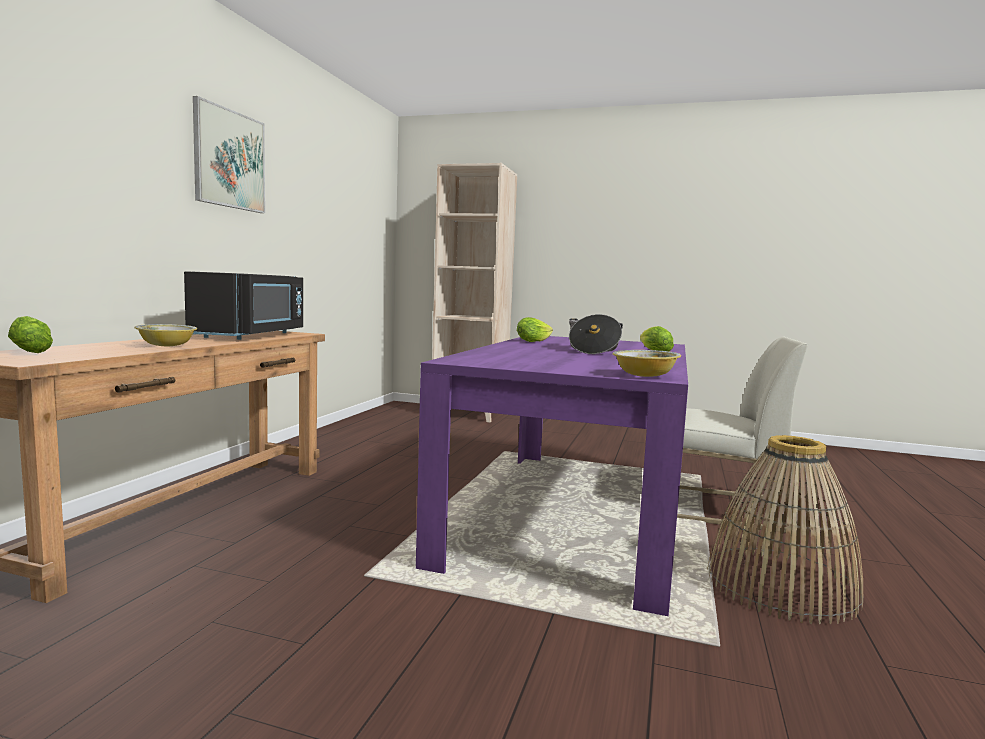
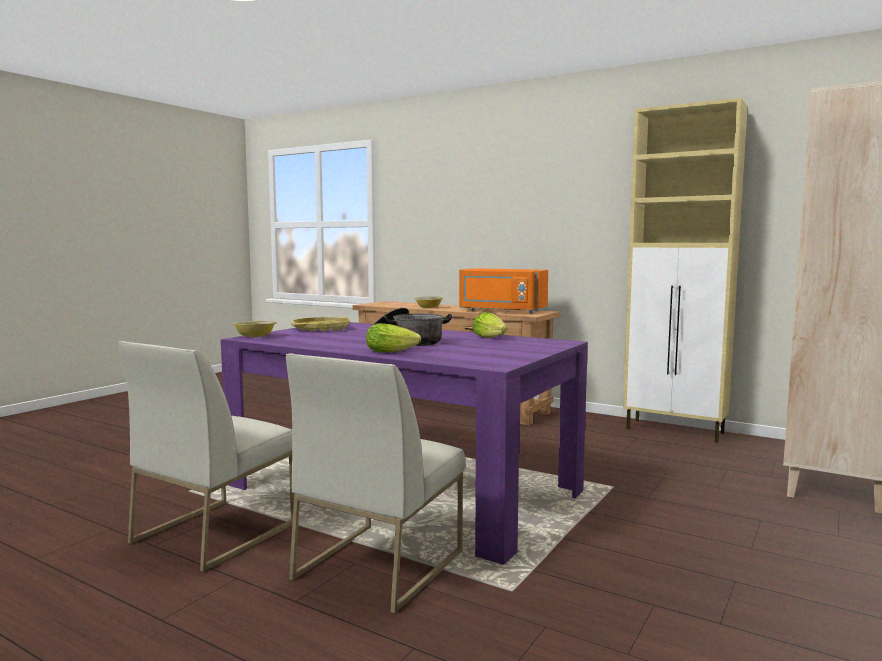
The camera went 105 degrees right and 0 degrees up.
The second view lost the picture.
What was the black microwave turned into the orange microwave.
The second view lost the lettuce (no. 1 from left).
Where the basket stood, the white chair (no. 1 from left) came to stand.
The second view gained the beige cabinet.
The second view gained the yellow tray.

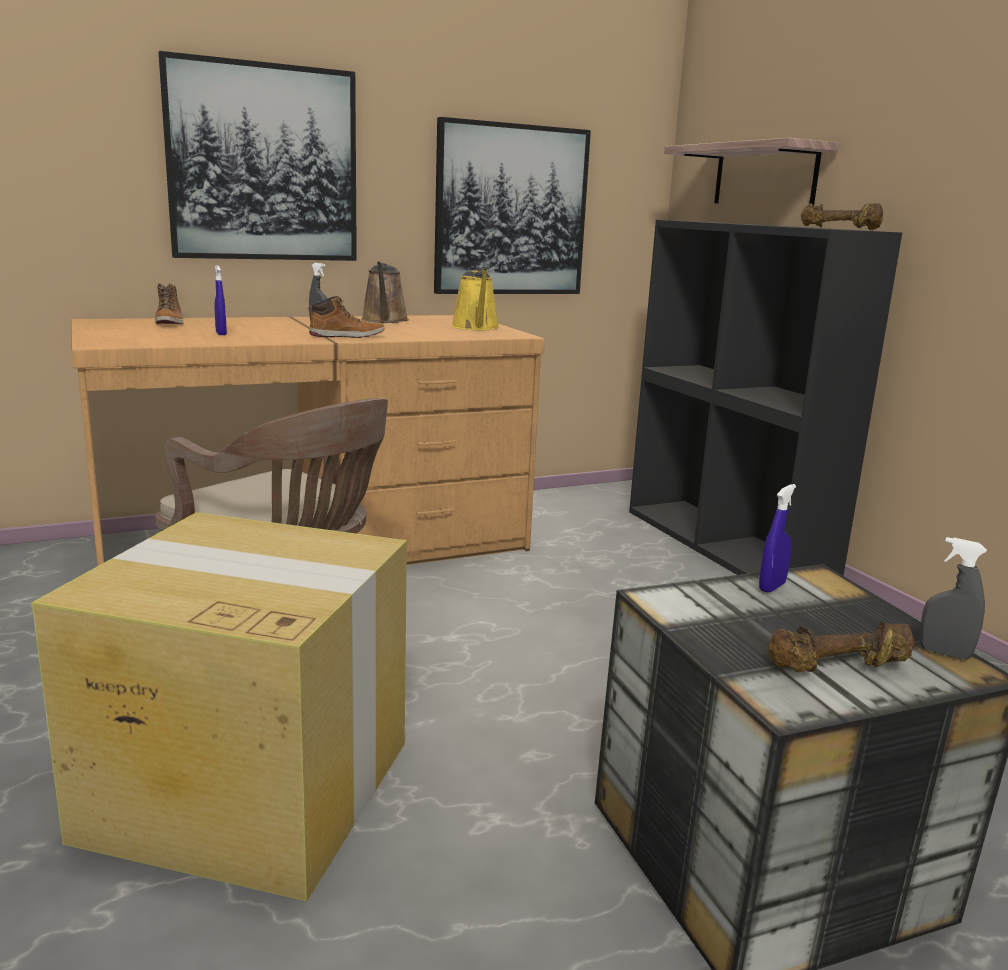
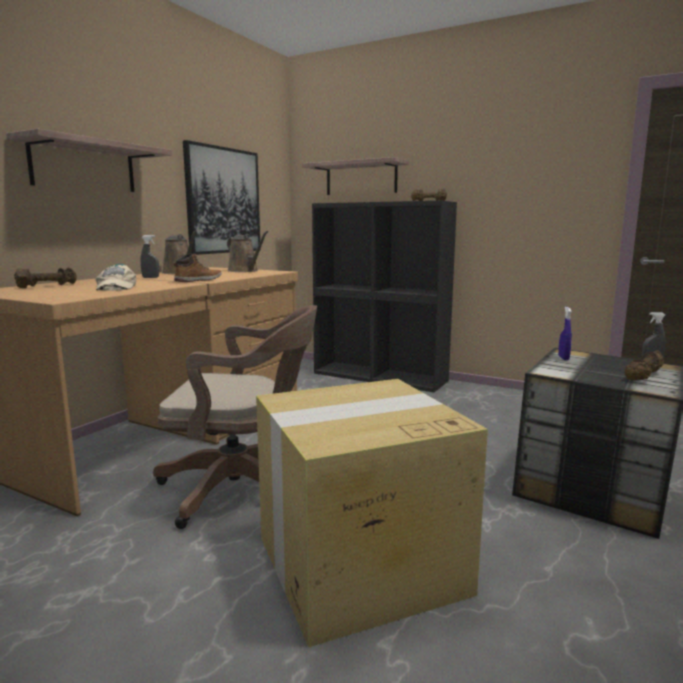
The camera went 35 degrees left and 5 degrees down.
Where the picture (no. 1 from left) hung, the shelf (no. 1 from left) came to hang.
Where the blue spray bottle (no. 1 from left) stood, the beige cap came to stand.
What was the yellow watering can turned into the brown watering can (no. 2 from left).
Where the boot (no. 1 from left) stood, the brown dumbbell (no. 1 from left) came to stand.

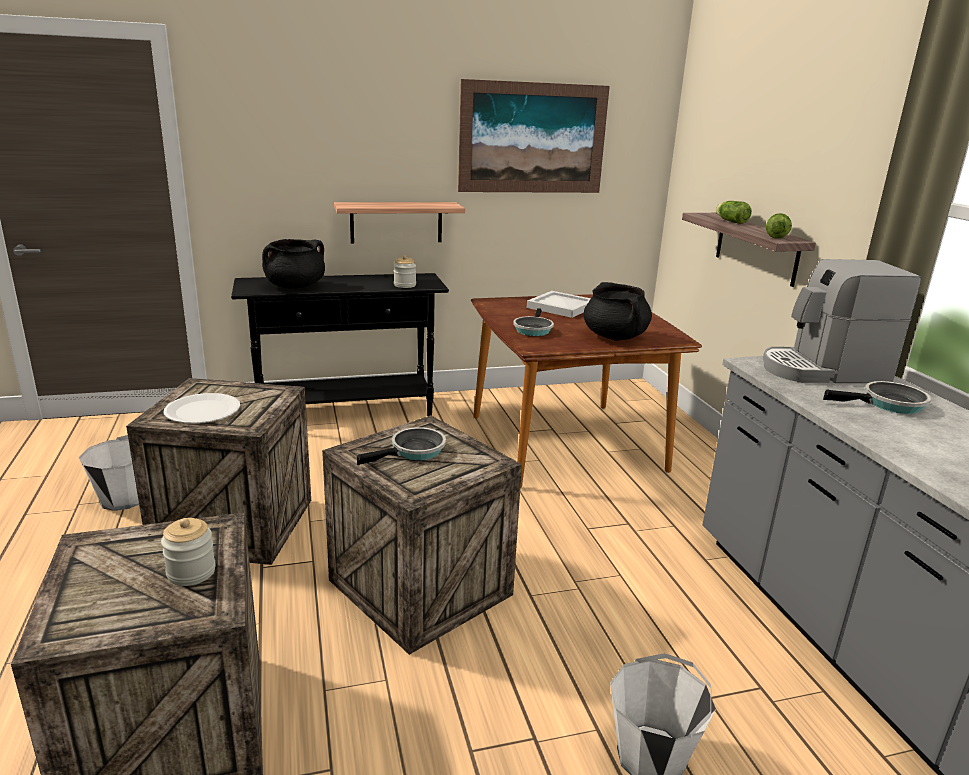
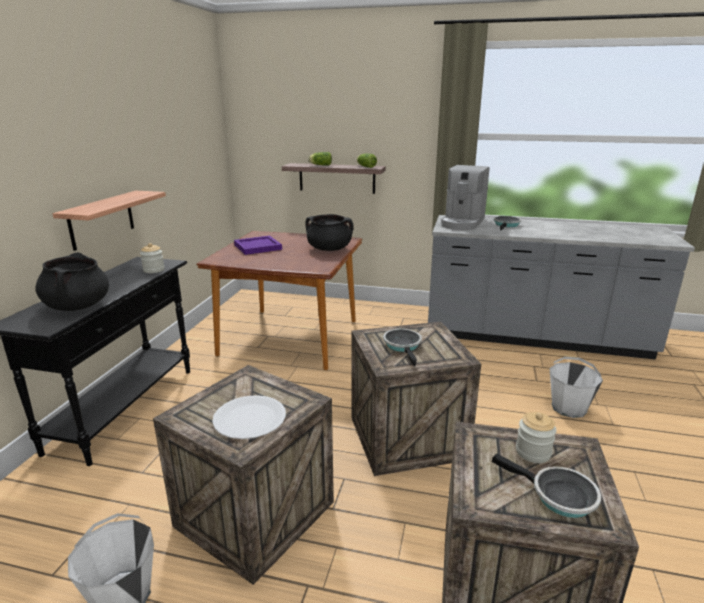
The camera went 60 degrees left and 0 degrees up.
The second view lost the picture.
What was the white tray turned into the purple tray.
The frying pan (no. 2 from left in the first image) ended up elsewhere.

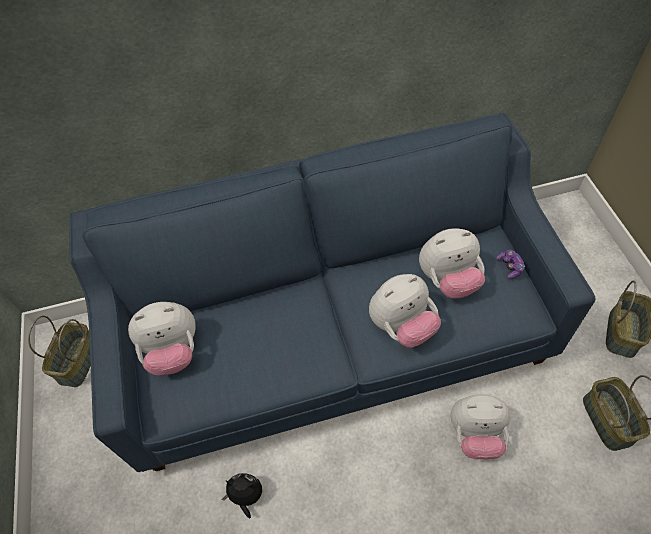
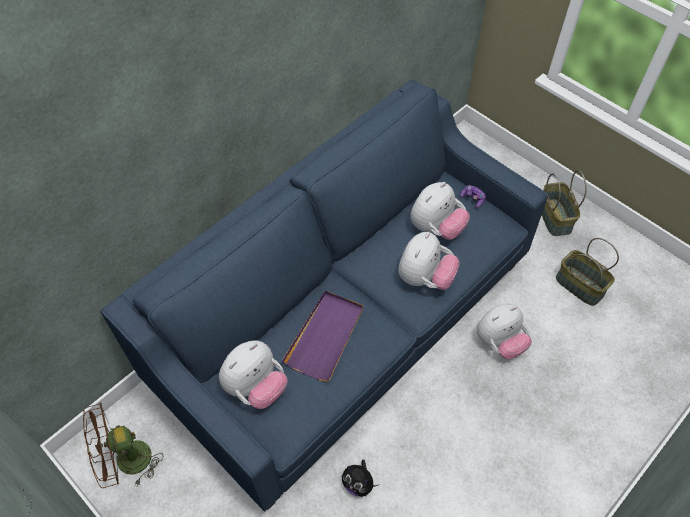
The camera went 35 degrees left and 0 degrees up.
Where the basket (no. 1 from left) stood, the brown fan came to stand.
The plush toy (no. 2 from left) ended up facing another way, 120 degrees counterclockwise from before.
The second view gained the purple tray.

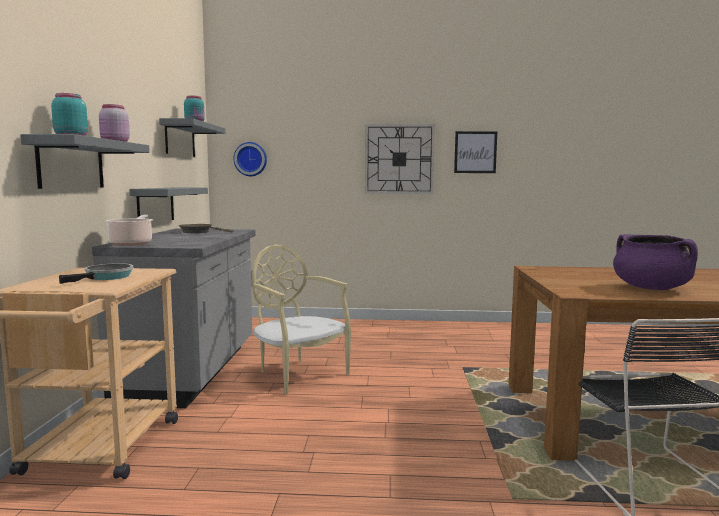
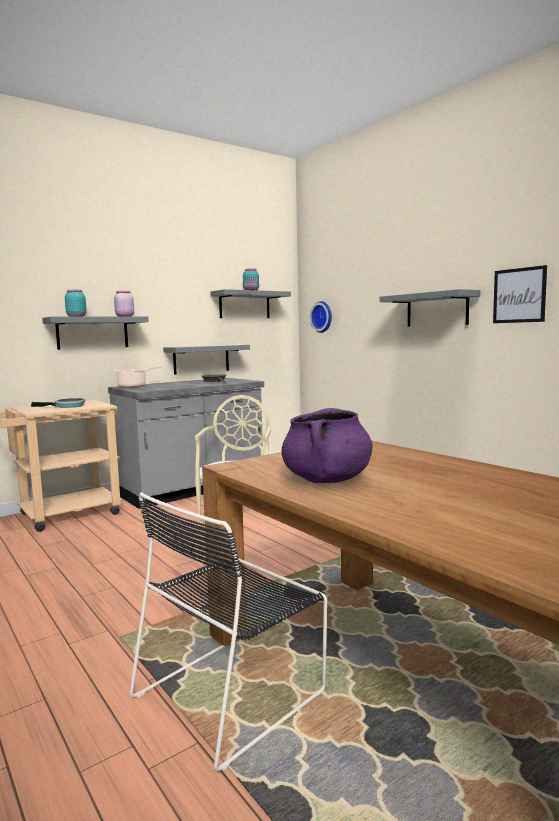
The camera went 50 degrees right and 0 degrees up.
Where the wall clock (no. 2 from left) hung, the grey shelf (no. 4 from left) came to hang.

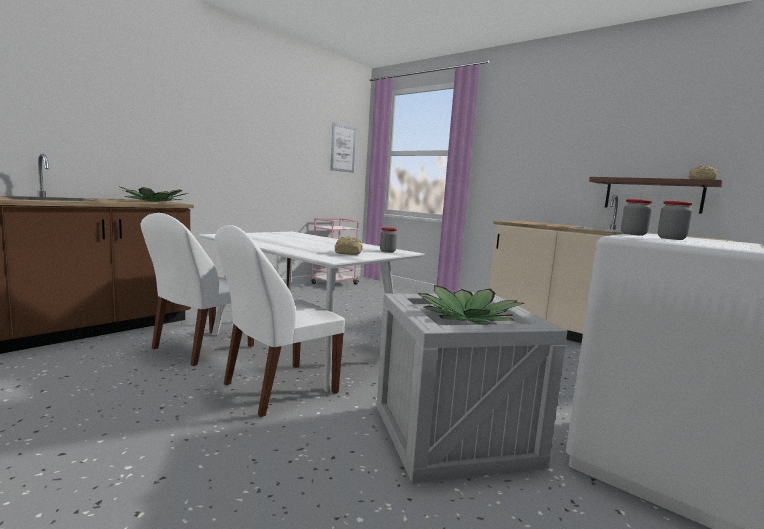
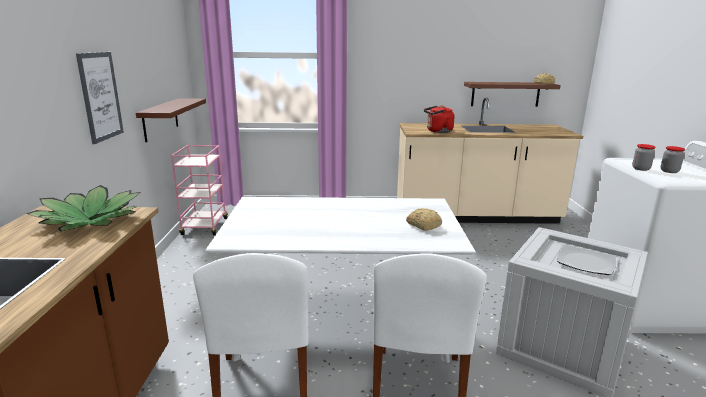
The camera went 40 degrees left and 10 degrees up.
The picture ended up elsewhere.
The second view lost the jar (no. 1 from left).
Where the potted plant (no. 2 from left) stood, the plate came to stand.
The second view gained the brown shelf (no. 1 from left).
The second view gained the red kettle.

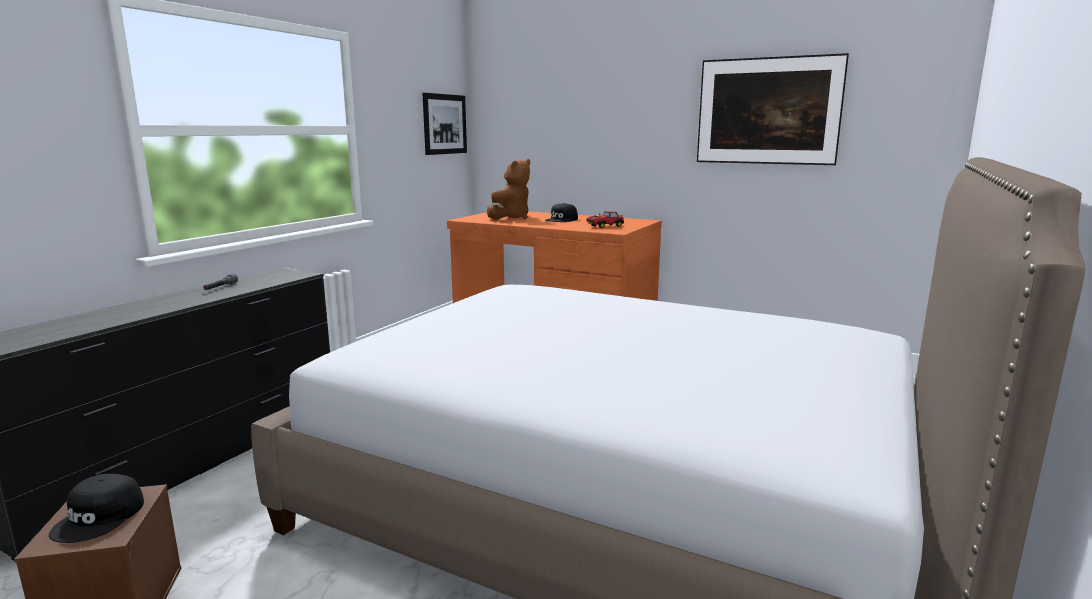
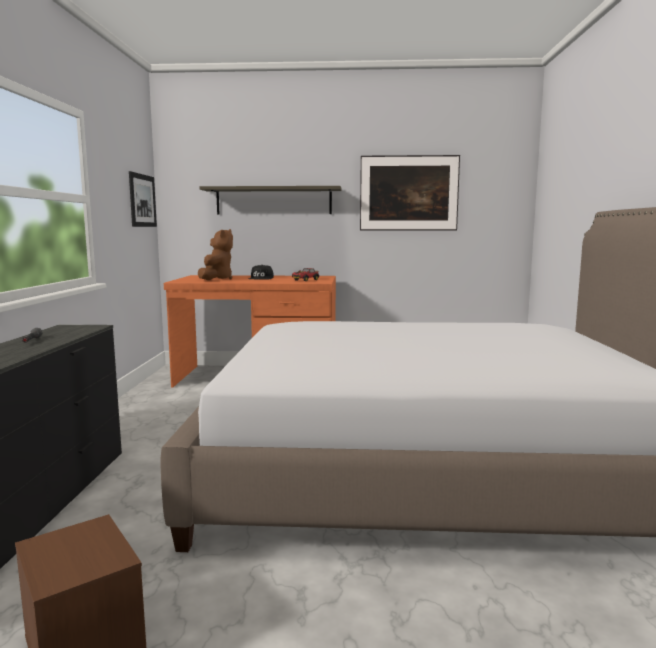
The camera went 25 degrees left and 5 degrees down.
The second view lost the black cap (no. 1 from left).
The second view gained the shelf.

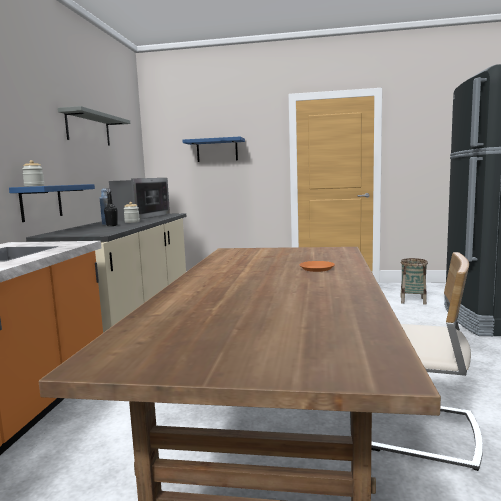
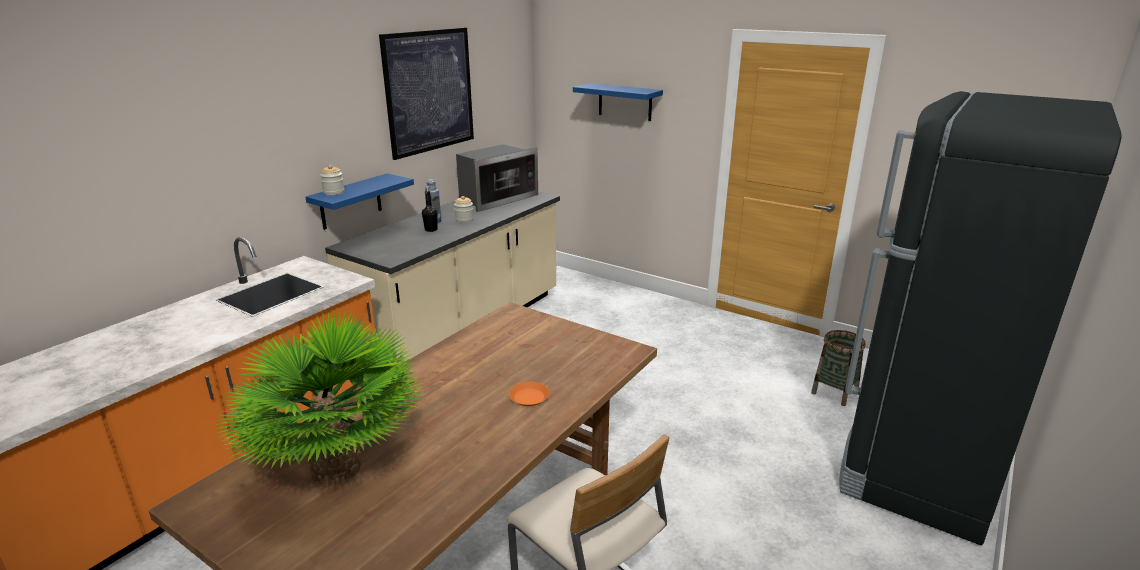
The camera went 25 degrees right and 15 degrees up.
Where the grey shelf hung, the picture came to hang.
The second view gained the potted plant.

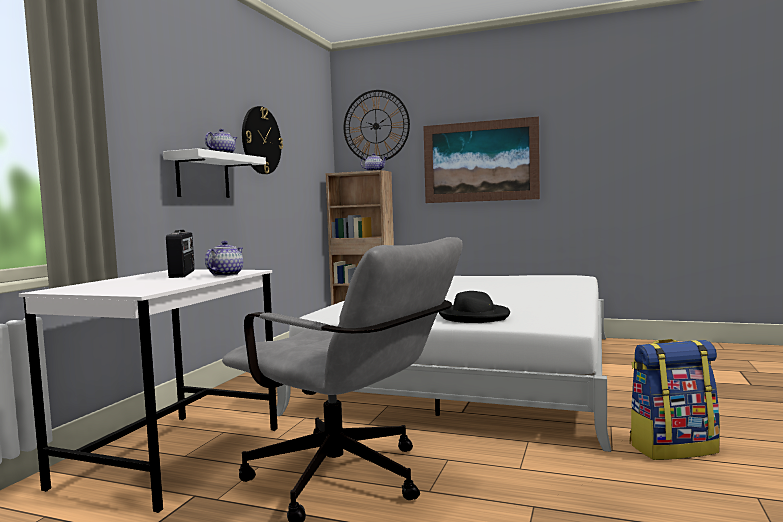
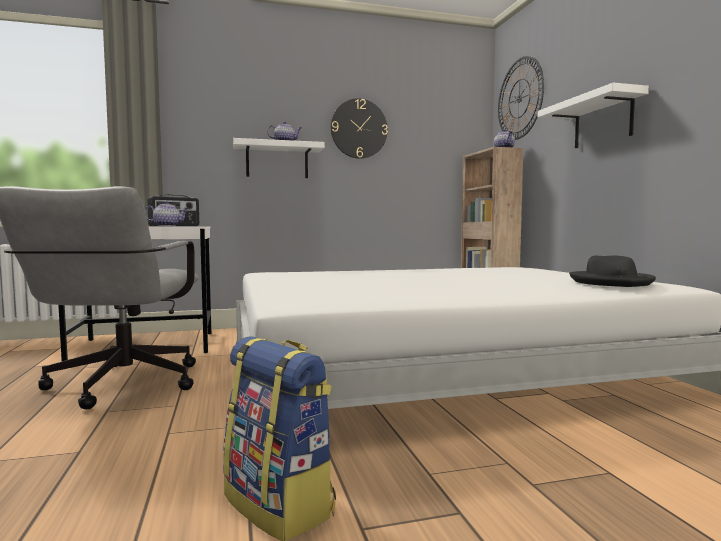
The camera went 55 degrees right and 0 degrees up.
Where the picture hung, the white shelf (no. 2 from left) came to hang.
The black hat ended up elsewhere.

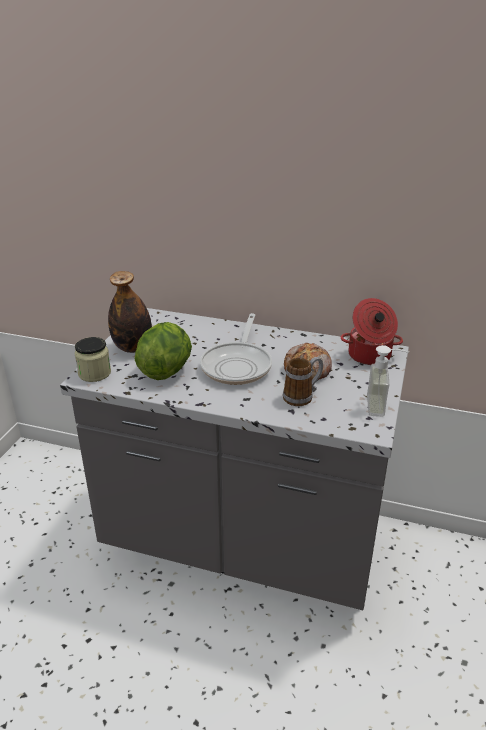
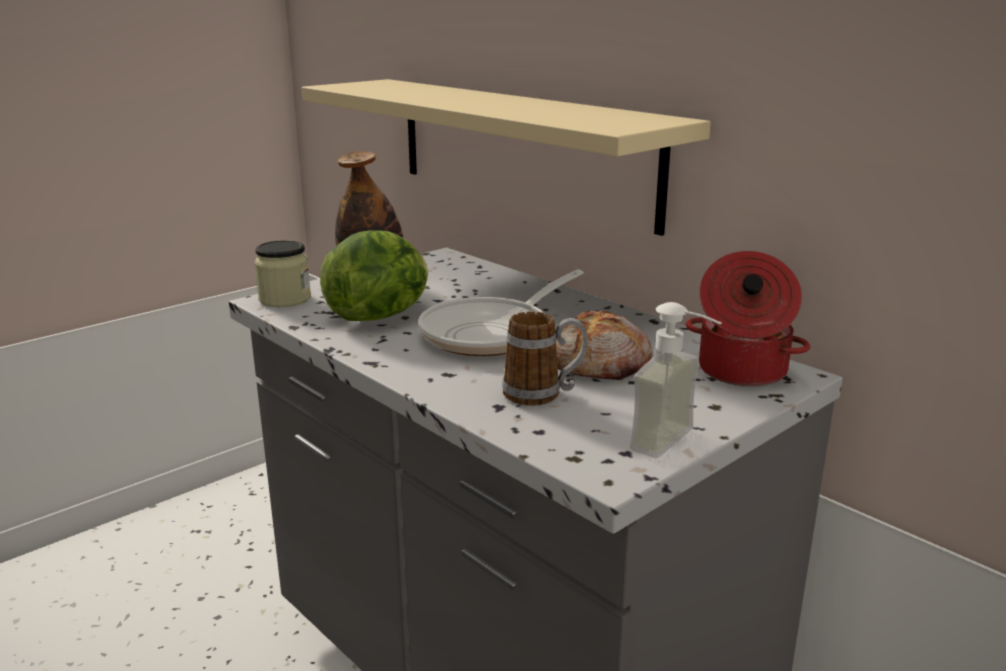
The camera went 30 degrees right and 10 degrees down.
The second view gained the beige shelf.

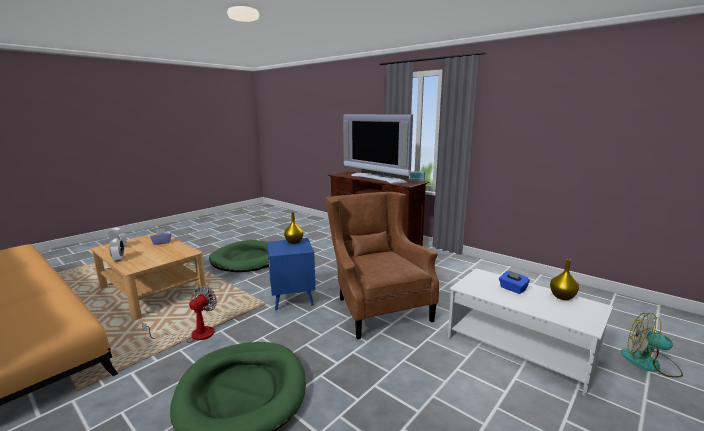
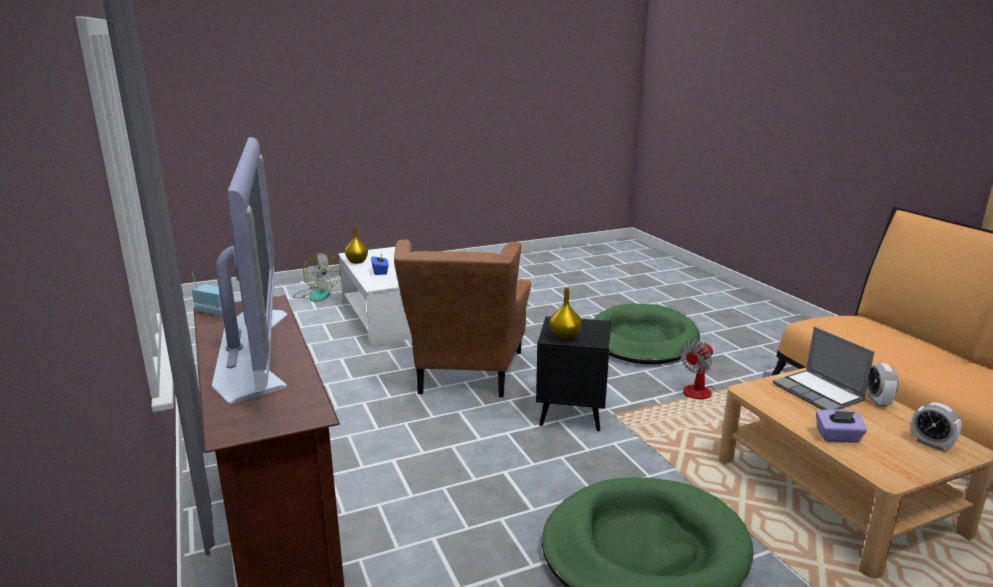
The camera went 155 degrees left and 5 degrees up.
What was the blue side table turned into the black side table.
The second view gained the laptop.

